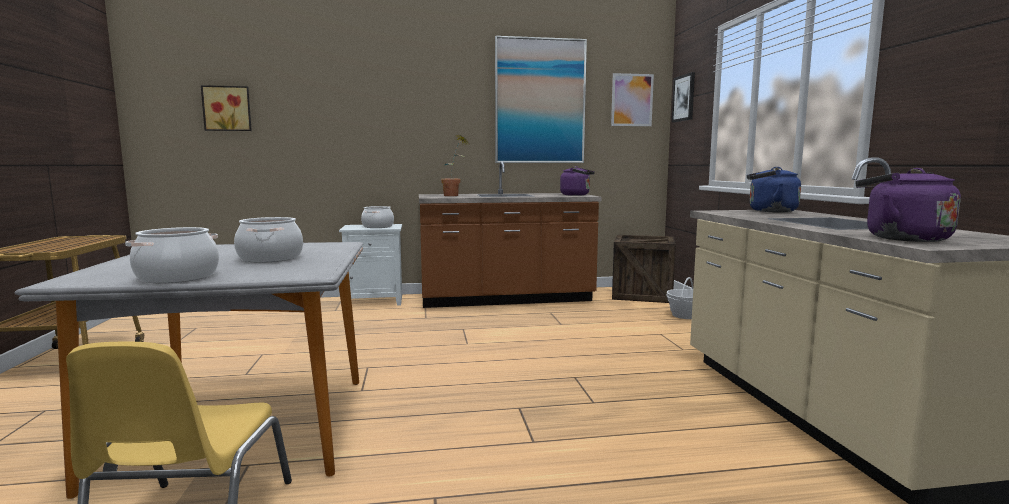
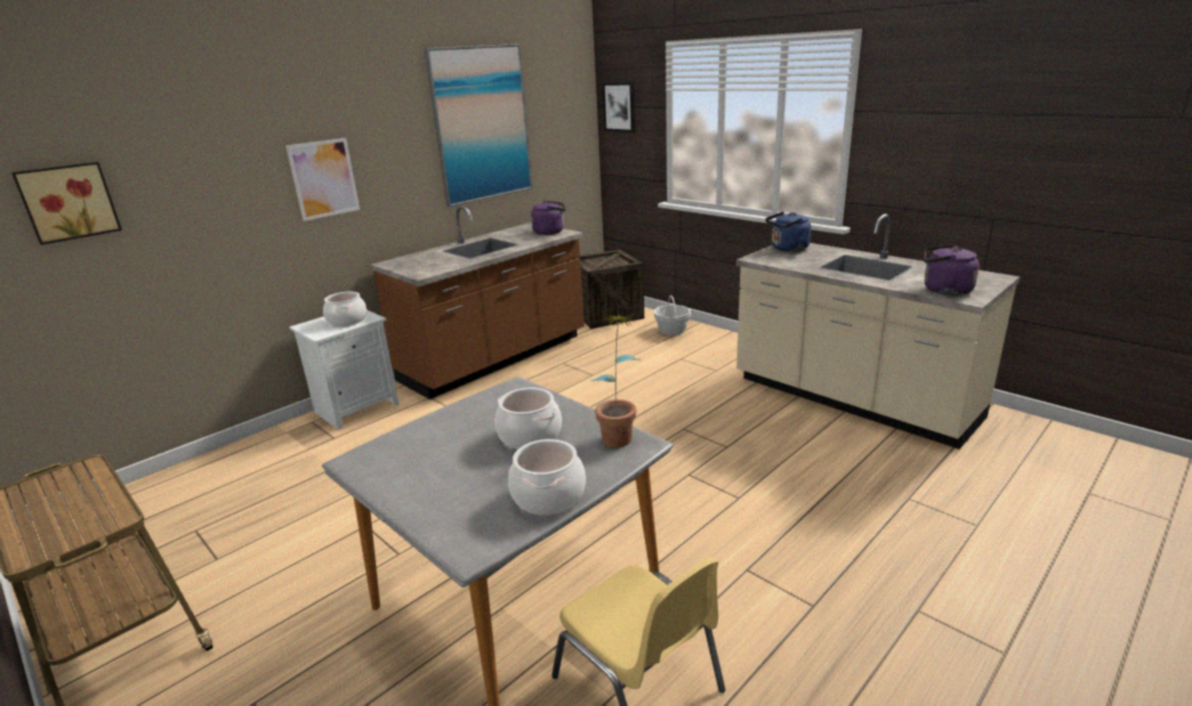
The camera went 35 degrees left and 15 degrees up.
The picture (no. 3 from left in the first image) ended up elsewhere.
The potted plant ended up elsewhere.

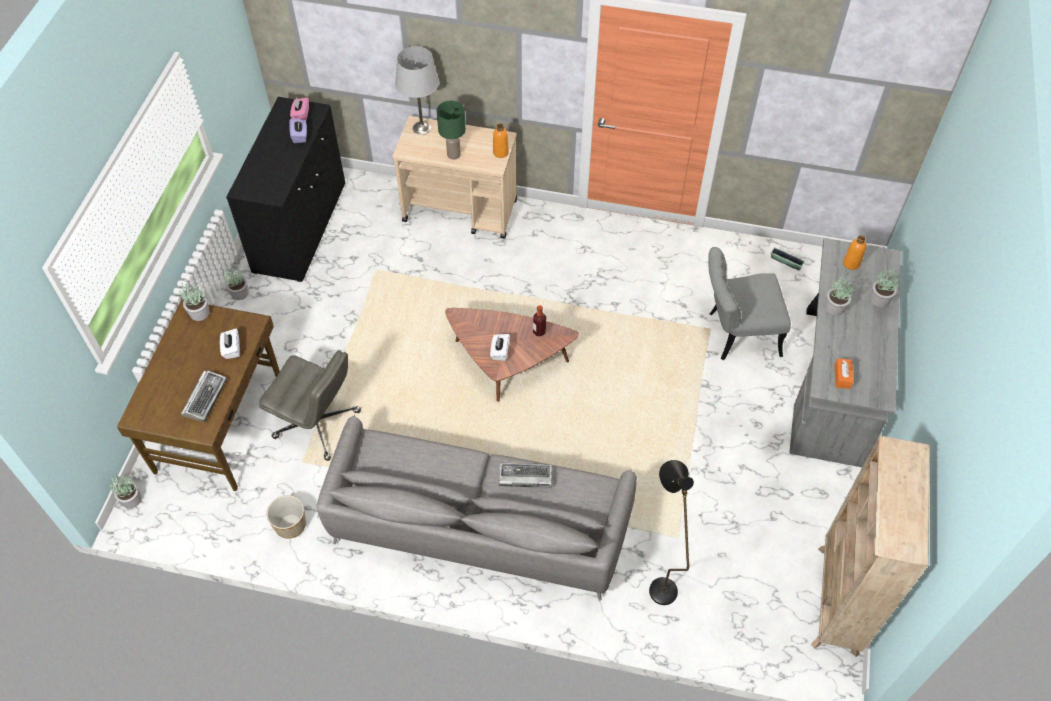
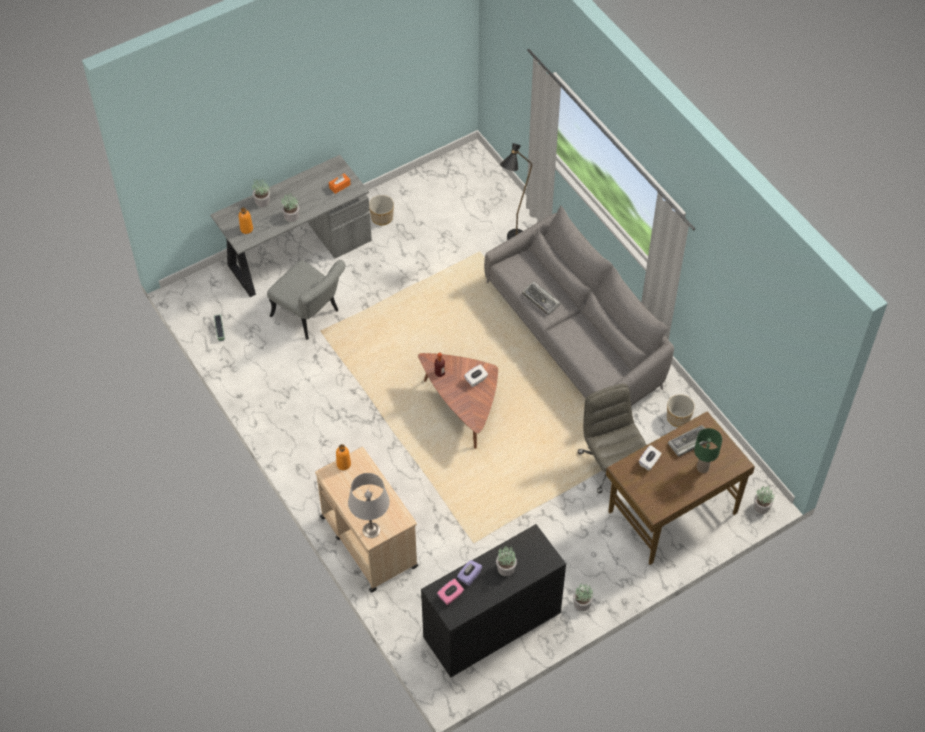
The camera went 135 degrees left and 0 degrees up.
The green table lamp ended up elsewhere.
The potted plant (no. 2 from left in the first image) ended up elsewhere.
The second view lost the beige bookcase.
The second view gained the planter (no. 2 from left).

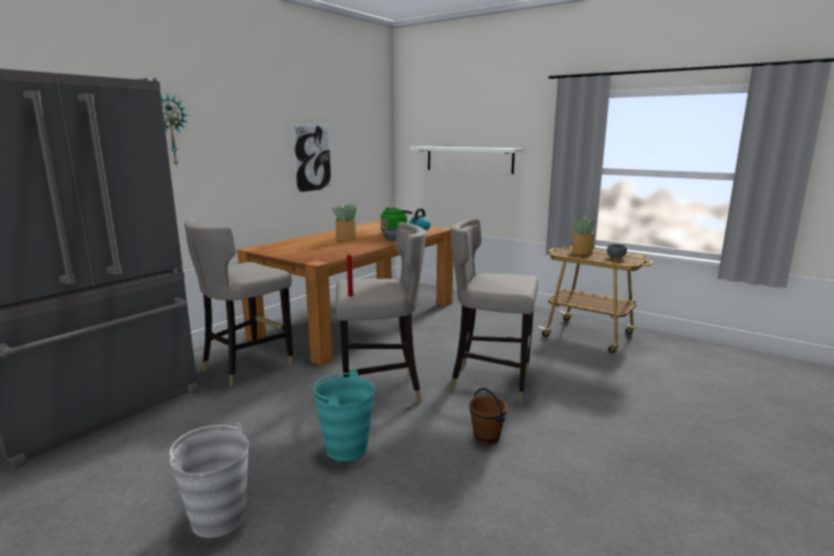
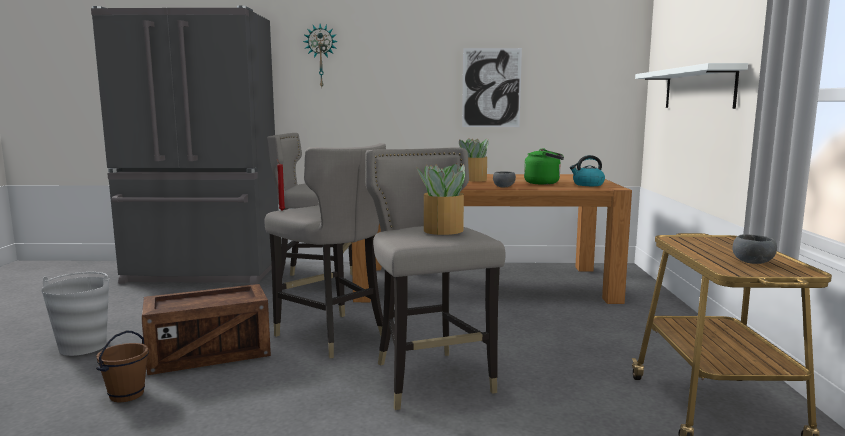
The camera went 55 degrees right and 5 degrees down.
The potted plant (no. 2 from left in the first image) ended up elsewhere.
Where the turquoise bucket stood, the crate came to stand.
The brown bucket ended up elsewhere.

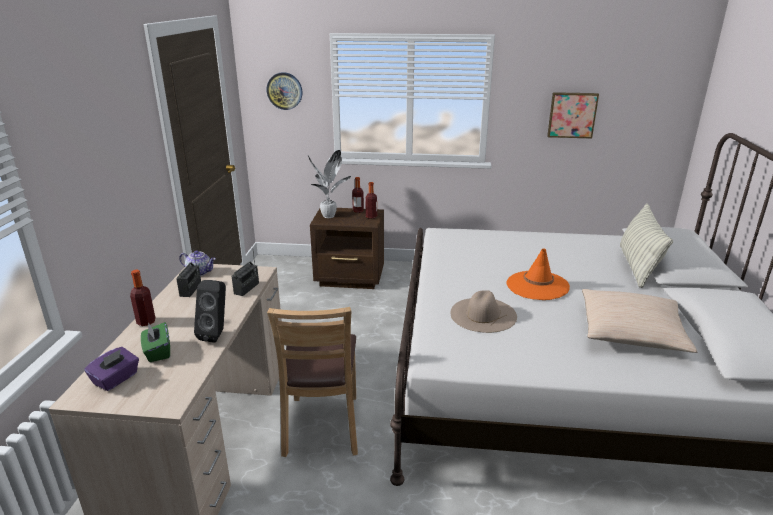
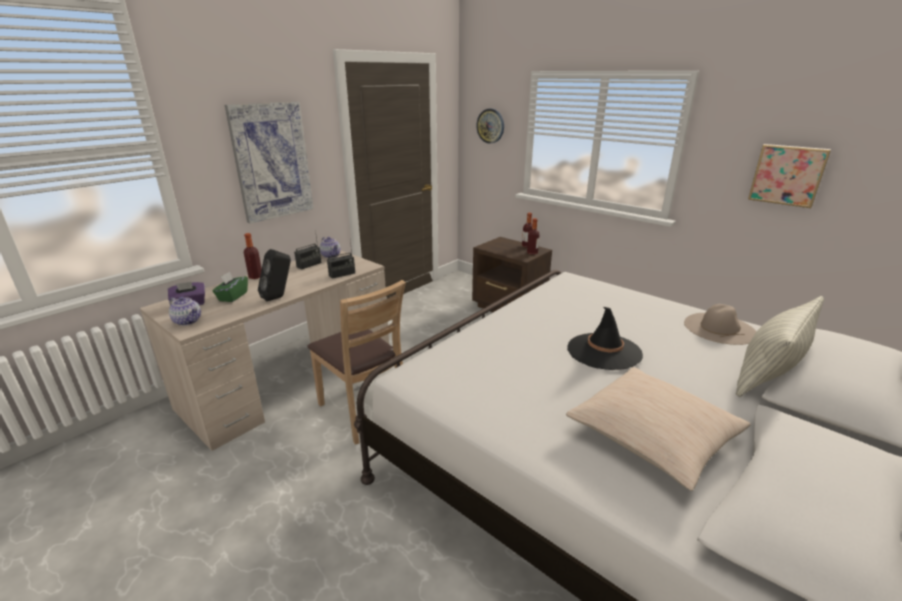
The camera went 35 degrees right and 0 degrees up.
The second view lost the potted plant.
What was the orange hat turned into the black hat.
The beige hat ended up elsewhere.
The brown chair ended up facing another way, 75 degrees counterclockwise from before.
The second view gained the picture (no. 1 from left).
The second view gained the teapot (no. 1 from left).

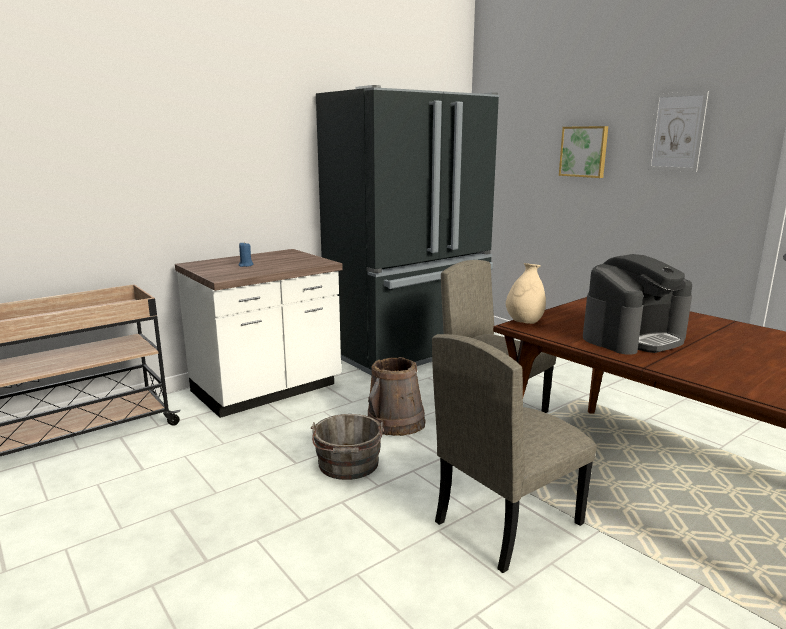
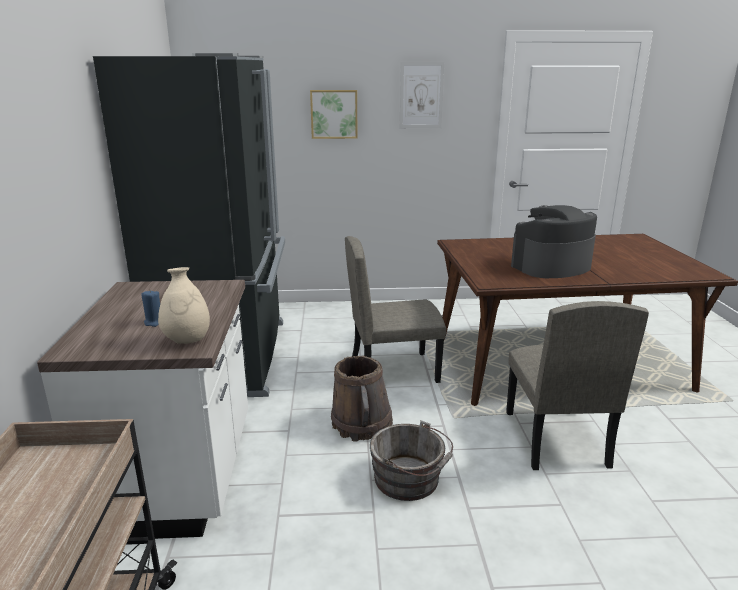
The camera went 55 degrees left and 5 degrees up.
The coffee machine ended up facing another way, 120 degrees counterclockwise from before.
The beige vase ended up elsewhere.

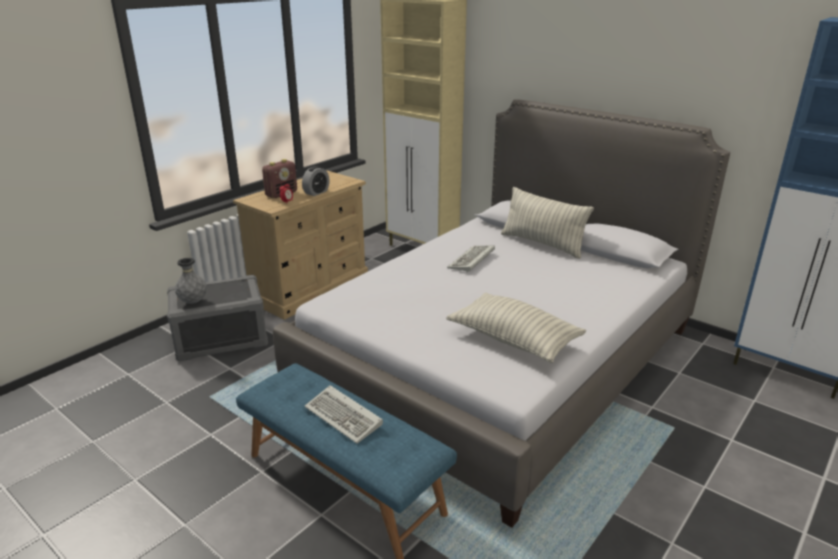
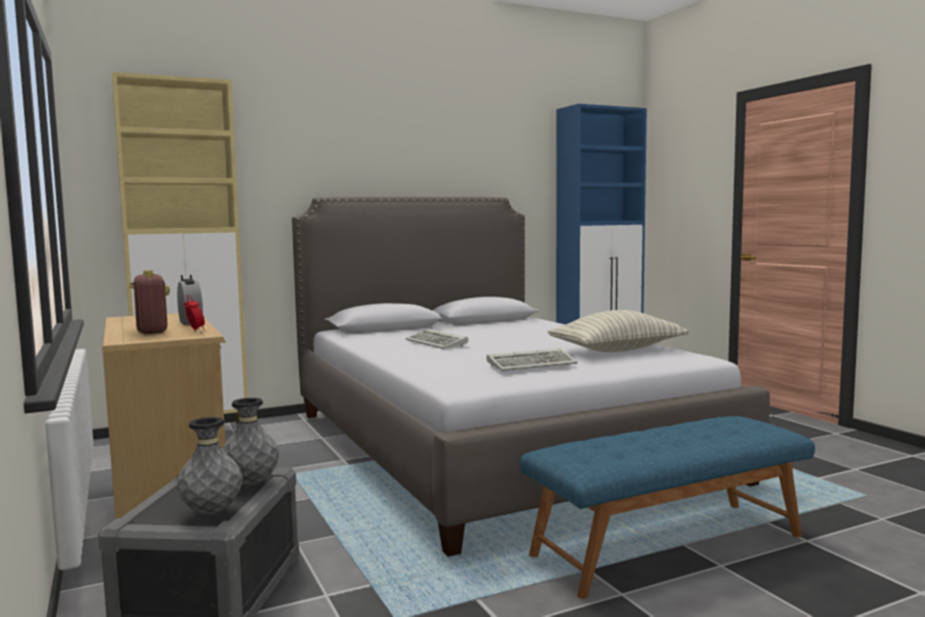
The camera went 65 degrees left and 20 degrees down.
The second view lost the pillow (no. 2 from left).
The keyboard (no. 1 from left in the first image) ended up elsewhere.
The second view gained the grey vase (no. 2 from left).

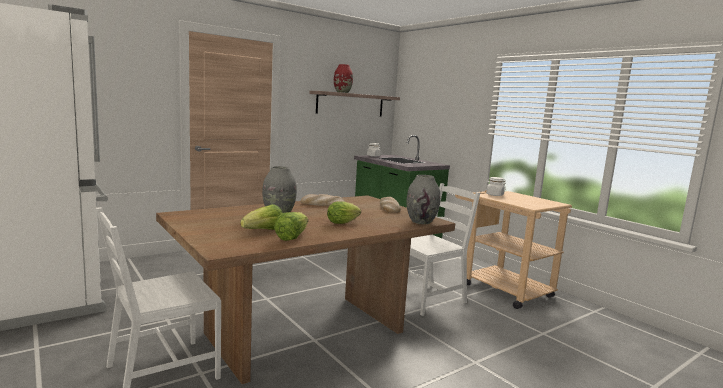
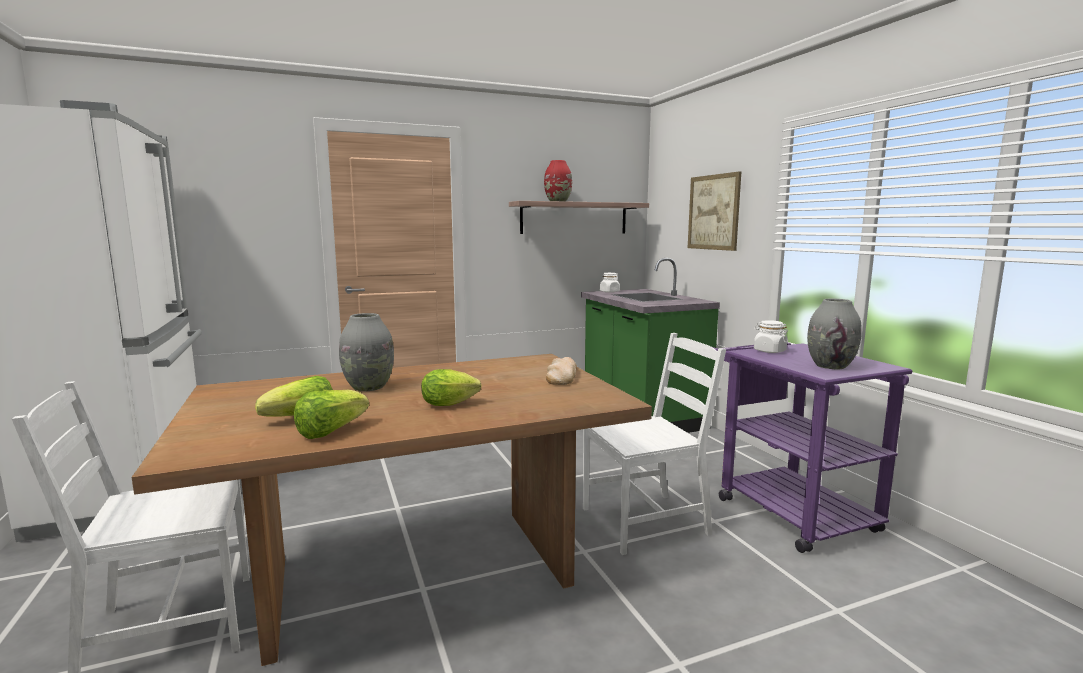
The camera went 15 degrees right and 0 degrees up.
The grey vase (no. 2 from left) ended up elsewhere.
What was the beige cart turned into the purple cart.
The second view lost the bread (no. 1 from left).
The second view gained the picture.

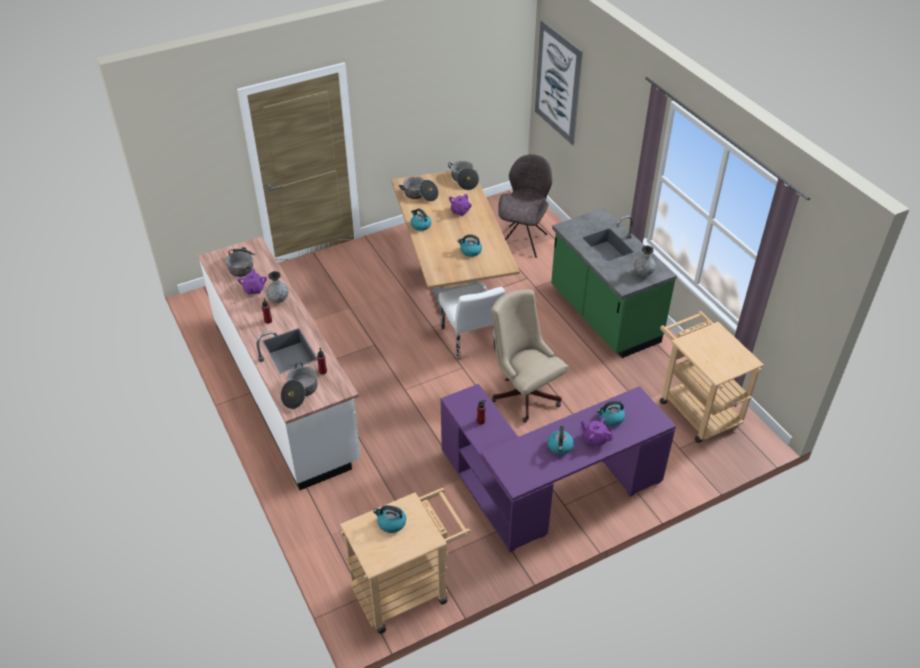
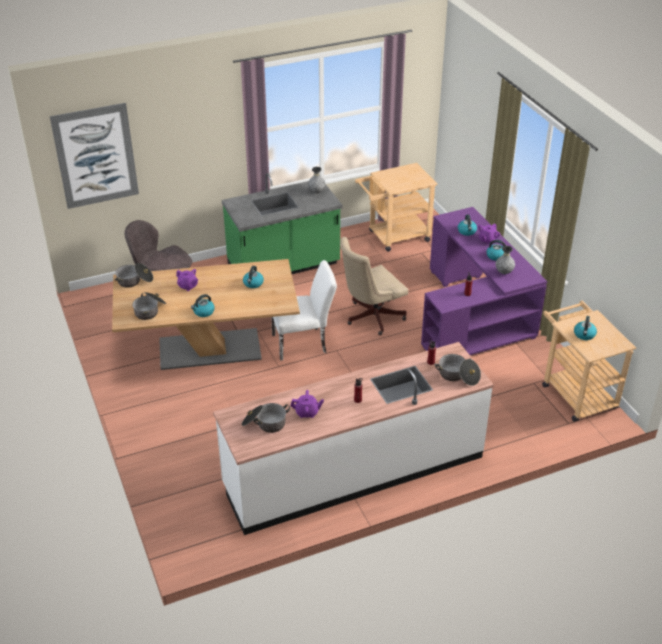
The camera went 85 degrees left and 5 degrees down.
The grey vase (no. 1 from left in the first image) ended up elsewhere.

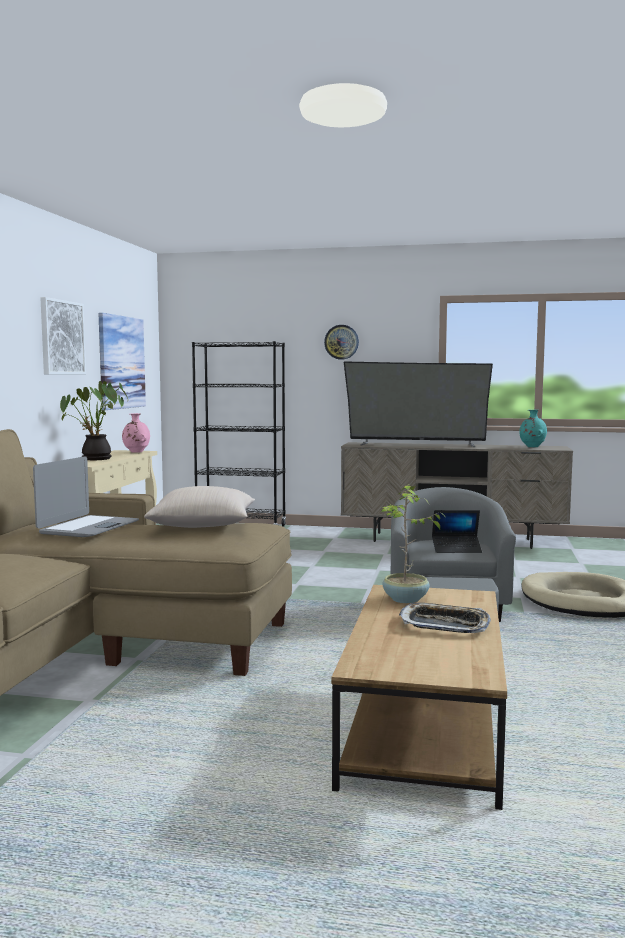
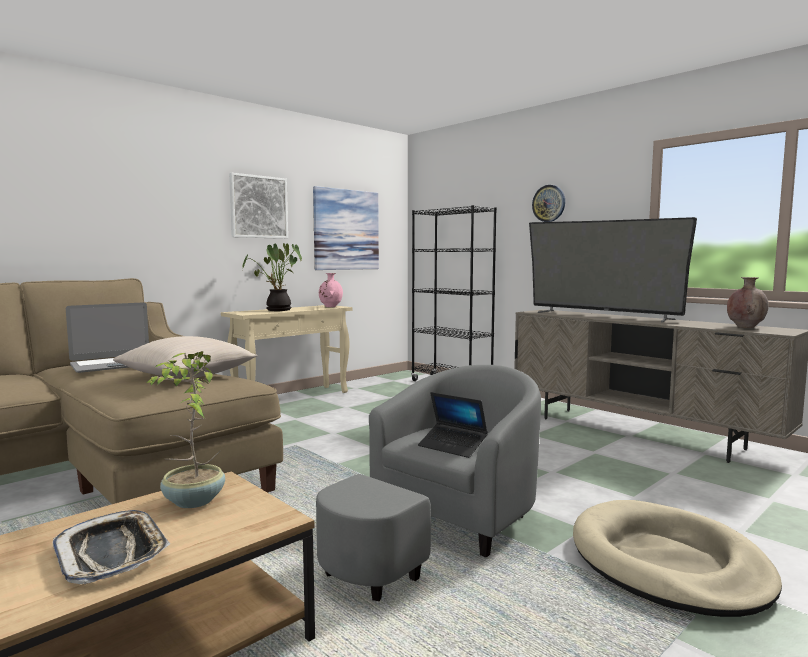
The camera went 35 degrees right and 0 degrees up.
What was the turquoise vase turned into the brown vase.

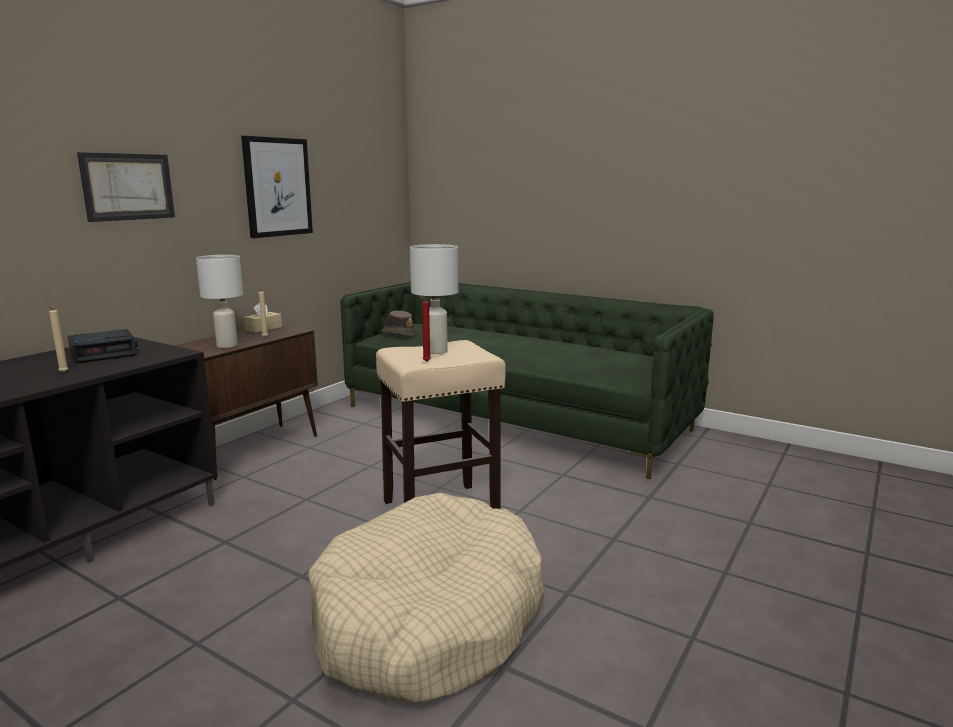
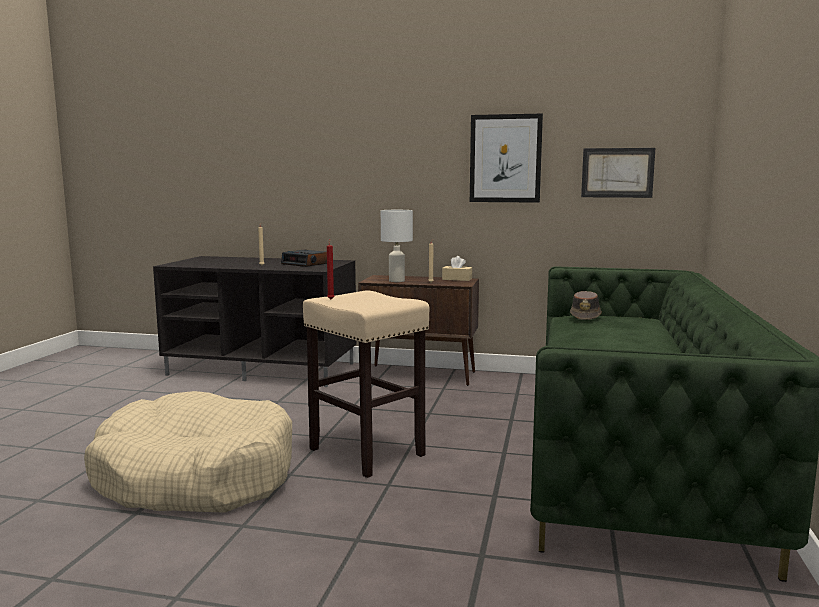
The camera went 70 degrees right and 5 degrees down.
The picture (no. 1 from left in the first image) ended up elsewhere.
The second view lost the white table lamp (no. 2 from left).

